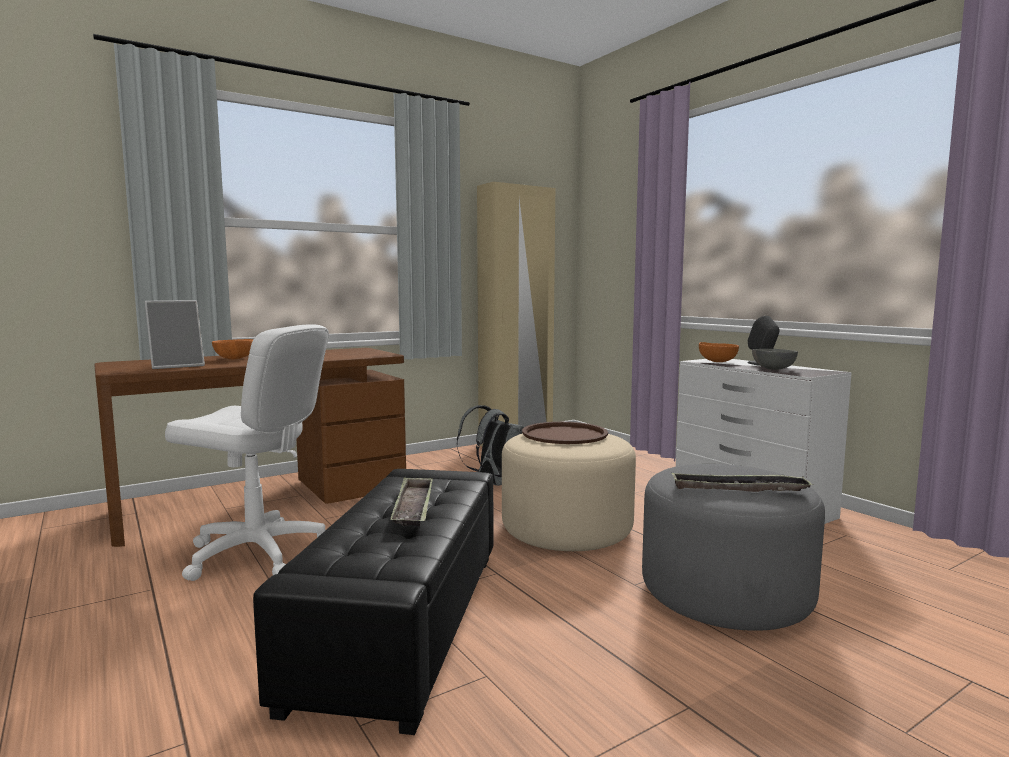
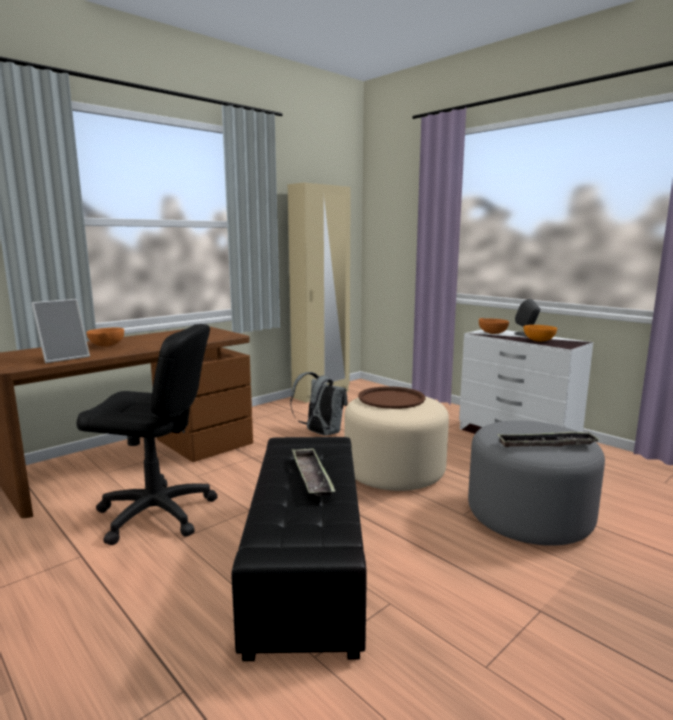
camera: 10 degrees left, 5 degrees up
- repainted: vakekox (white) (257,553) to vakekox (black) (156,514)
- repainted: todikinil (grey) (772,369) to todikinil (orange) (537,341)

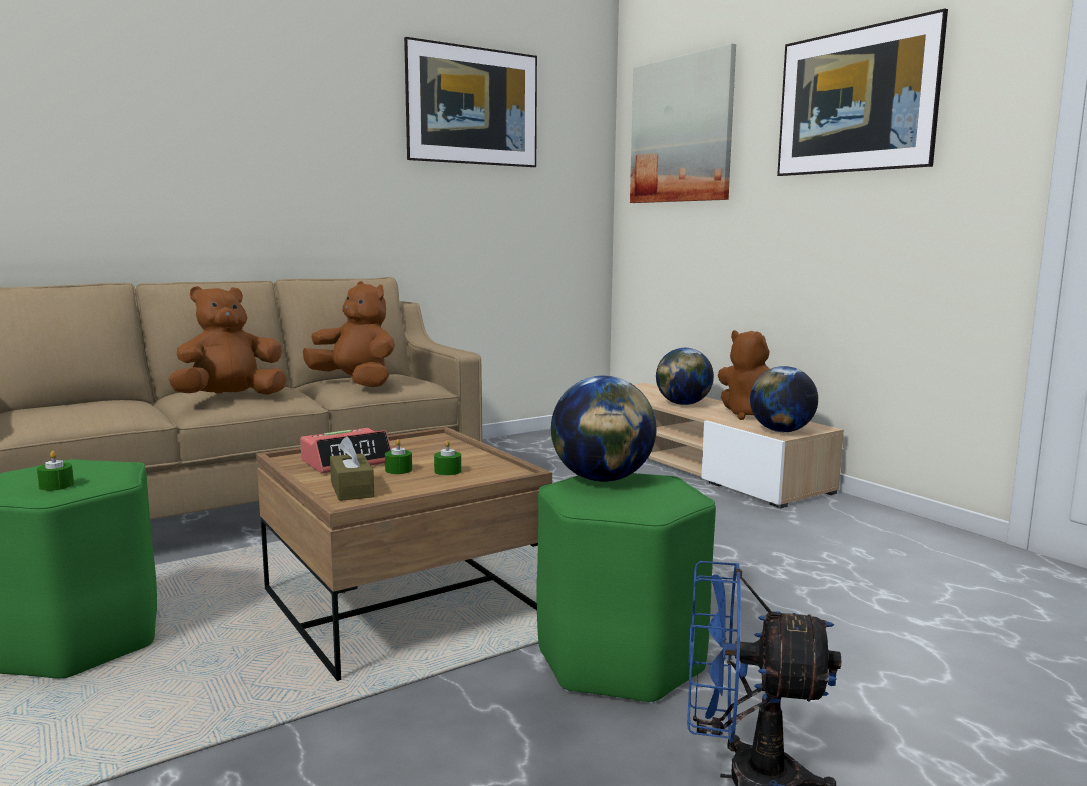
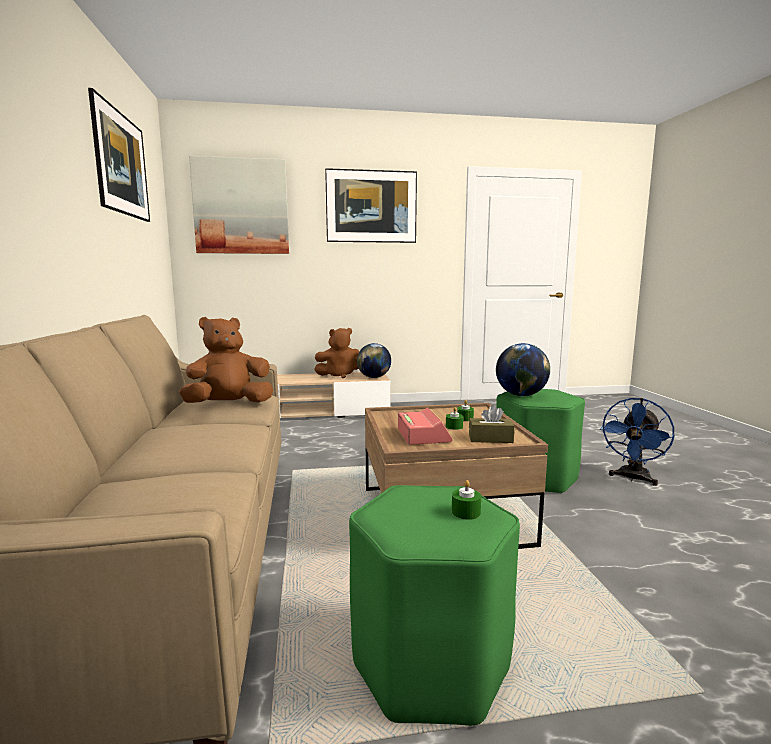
camera: 65 degrees left, 0 degrees up
- gone: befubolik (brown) (230,398)
- gone: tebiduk (683,404)

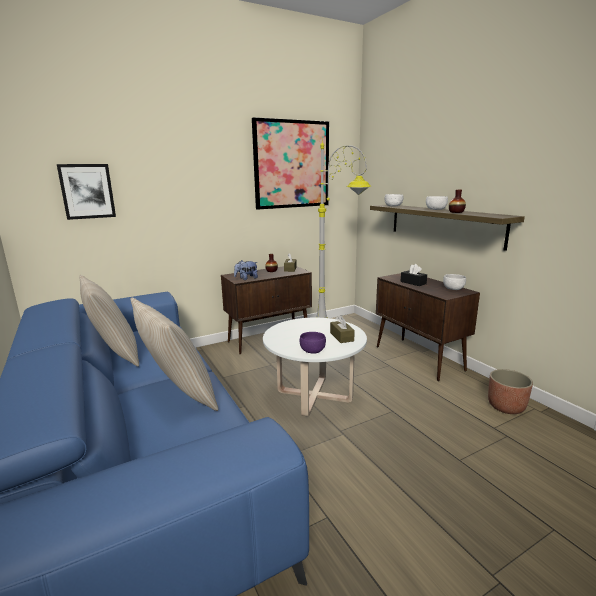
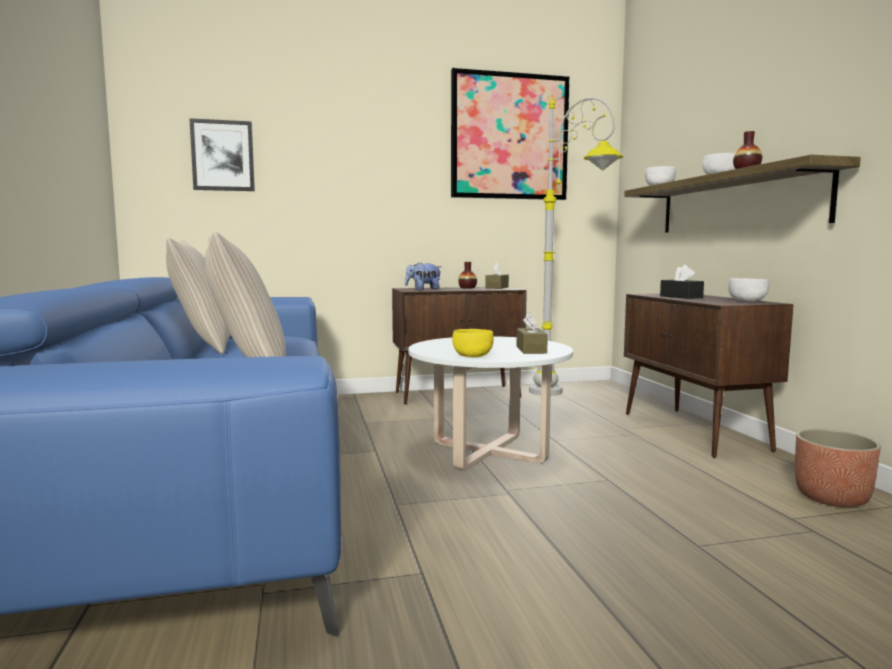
camera: 15 degrees right, 10 degrees down
- repainted: todikinil (purple) (312,350) to todikinil (yellow) (472,356)

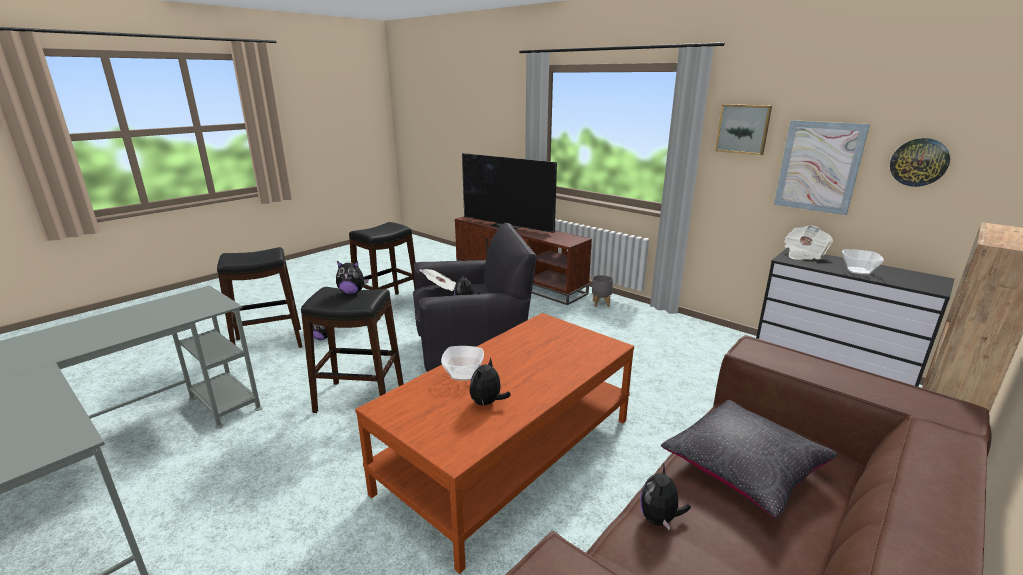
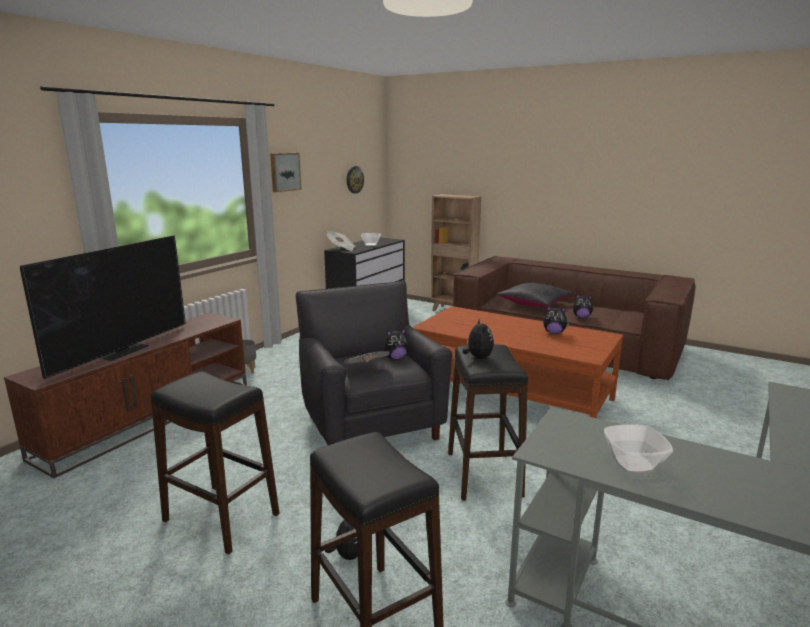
camera: 100 degrees left, 5 degrees down
- gone: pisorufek (818,167)
- shifted: todikinil (463,374) to (633,465)

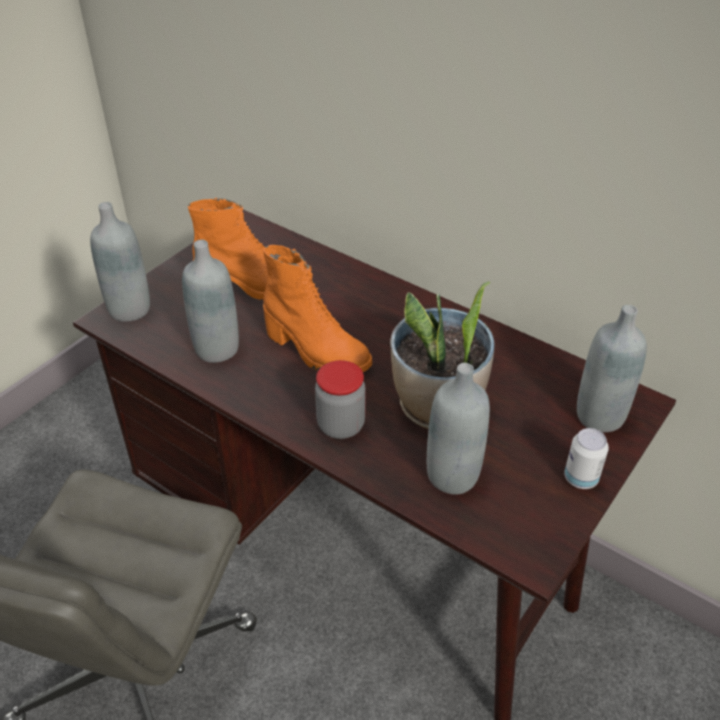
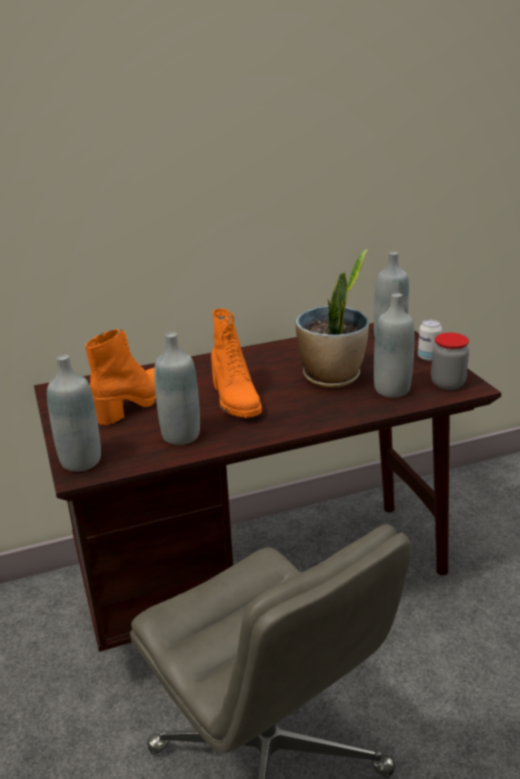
camera: 55 degrees left, 15 degrees down
- shifted: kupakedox (341,425) to (447,384)
- rotated: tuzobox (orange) (316,352) = (234,400) 90 degrees clockwise

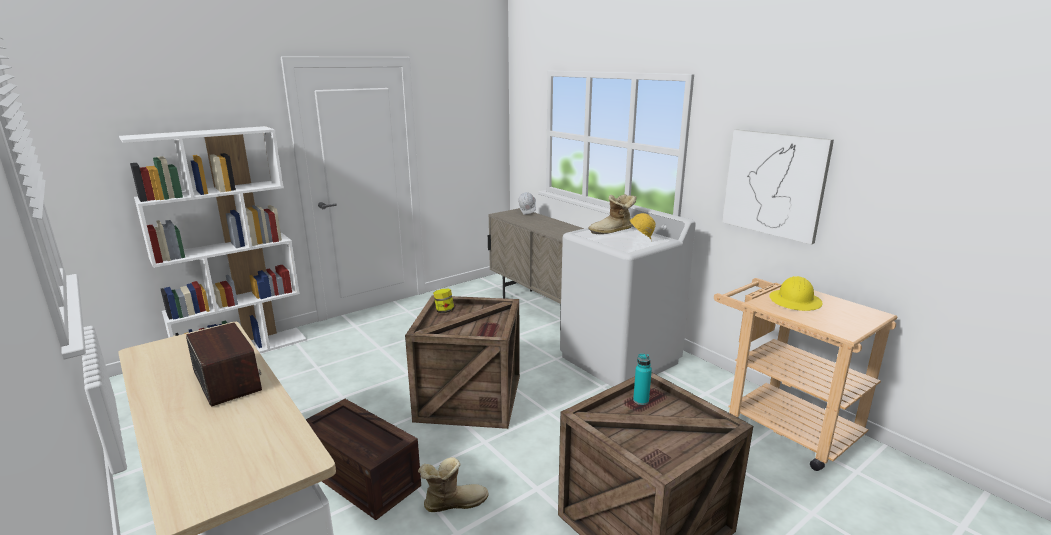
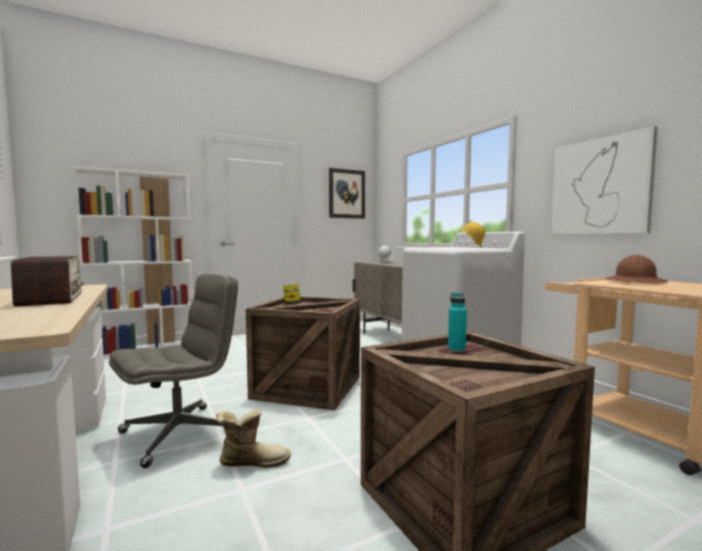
camera: 10 degrees right, 15 degrees down
- gone: tuzobox (612,231)
- new: pisorufek (346,194)
- swapped: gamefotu (364,477) to vakekox (grey) (180,433)
- repainted: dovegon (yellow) (795,301) to dovegon (brown) (635,282)

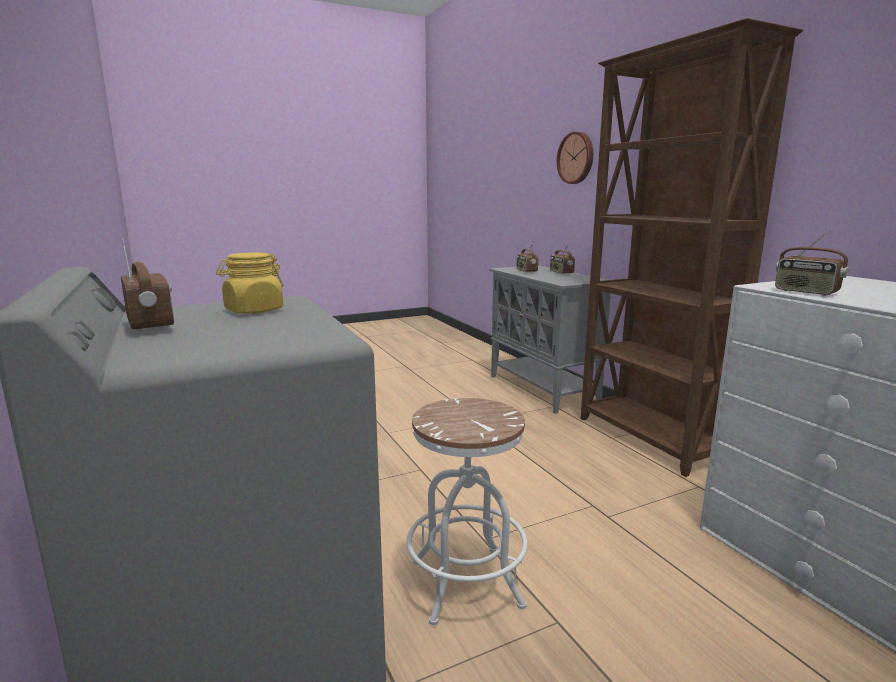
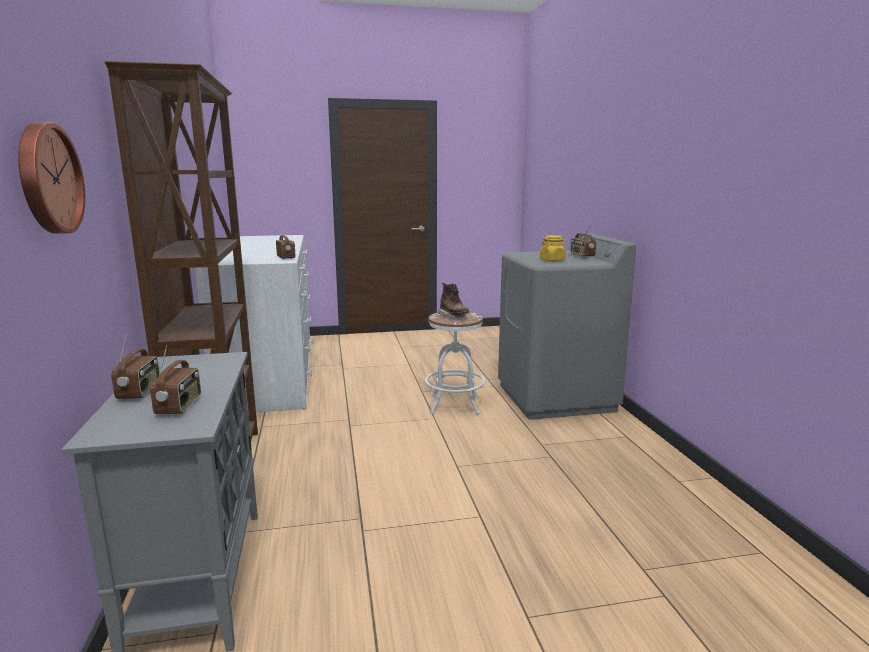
camera: 165 degrees left, 0 degrees up
- new: tuzobox (brown) (454,316)

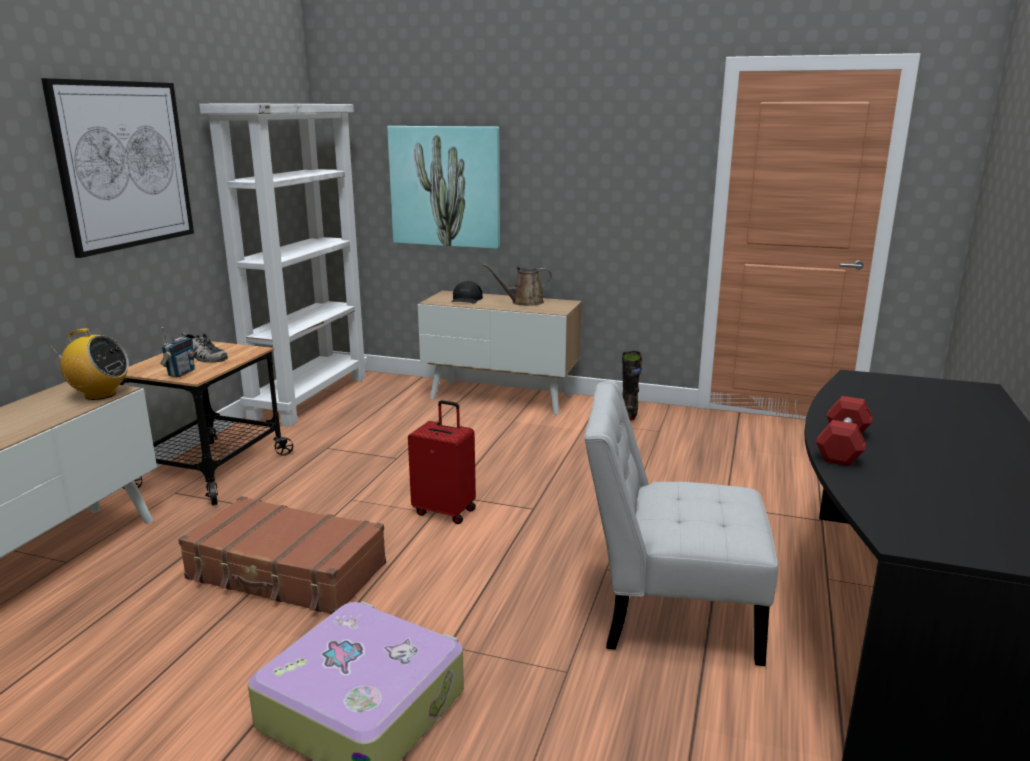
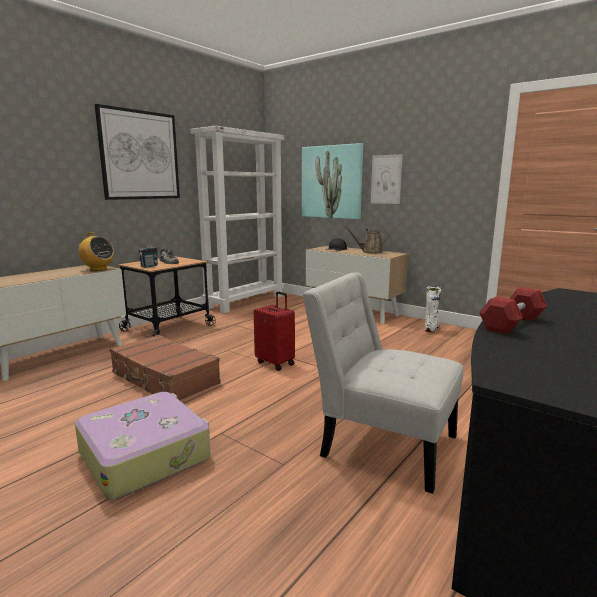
camera: 20 degrees right, 5 degrees down
- new: pisorufek (386,179)
- repainted: tuzobox (black) (629,413) to tuzobox (white) (431,329)

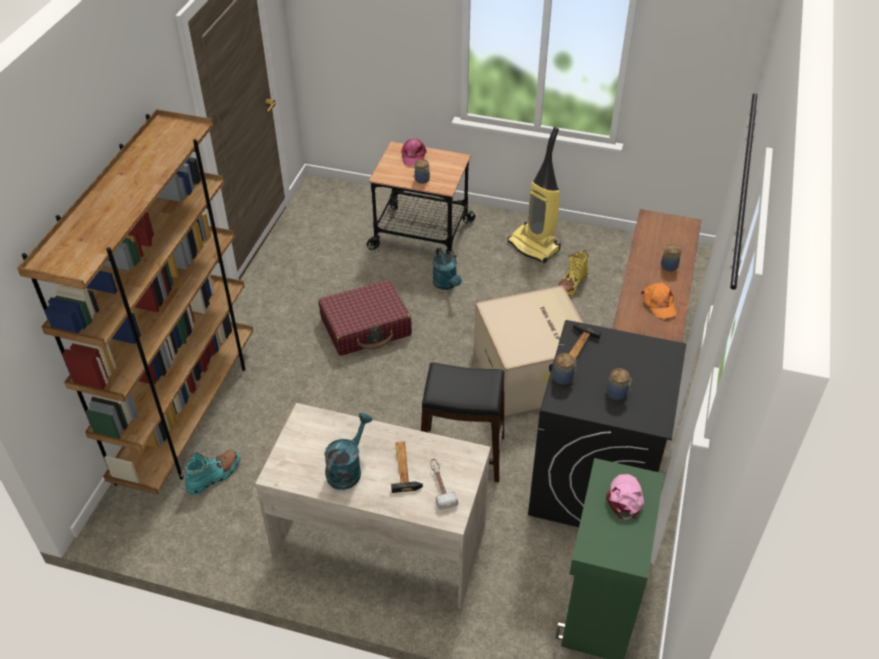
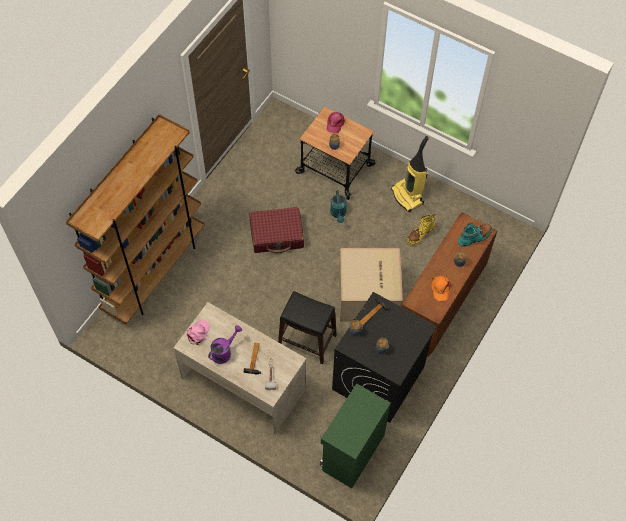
camera: 15 degrees right, 15 degrees up
- shifted: tuzobox (turquoise) (214,476) to (475,237)
- shifted: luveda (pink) (625,498) to (198,333)
- repainted: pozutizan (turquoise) (347,469) to pozutizan (purple) (224,351)

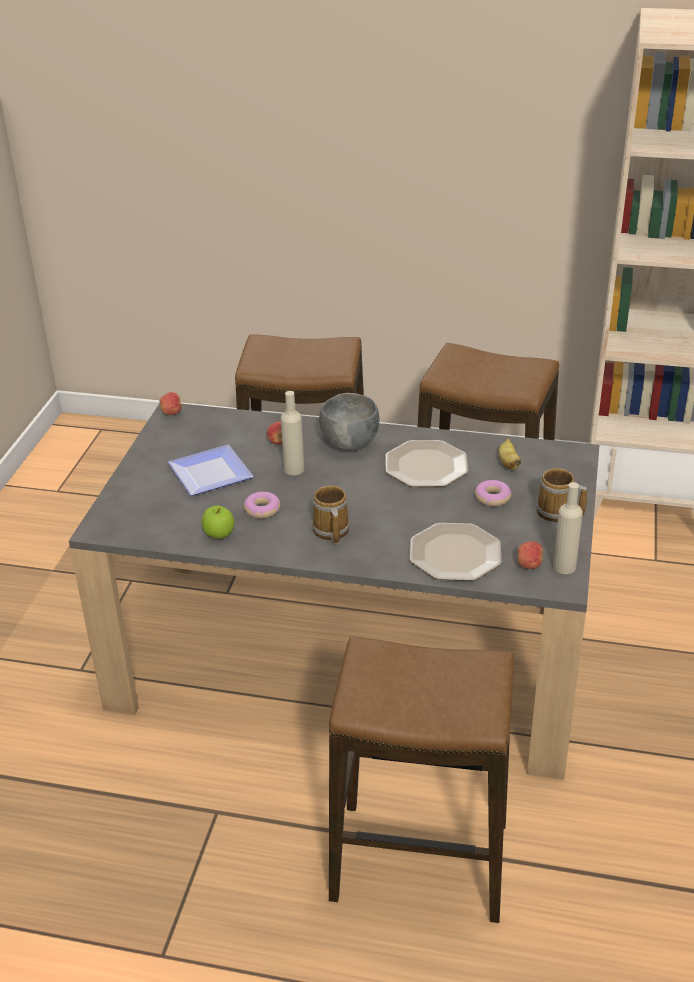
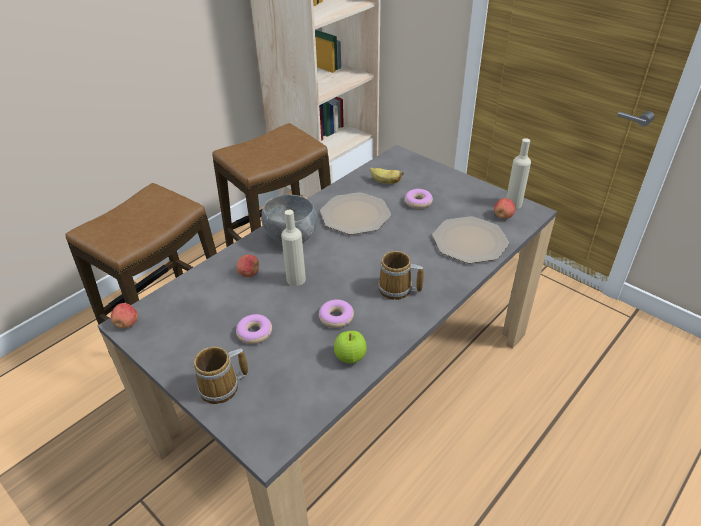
camera: 60 degrees left, 5 degrees up
- gone: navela (419,862)
- shifted: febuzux (557,513) to (222,387)
- swapped: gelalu (209,475) to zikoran (254,333)

